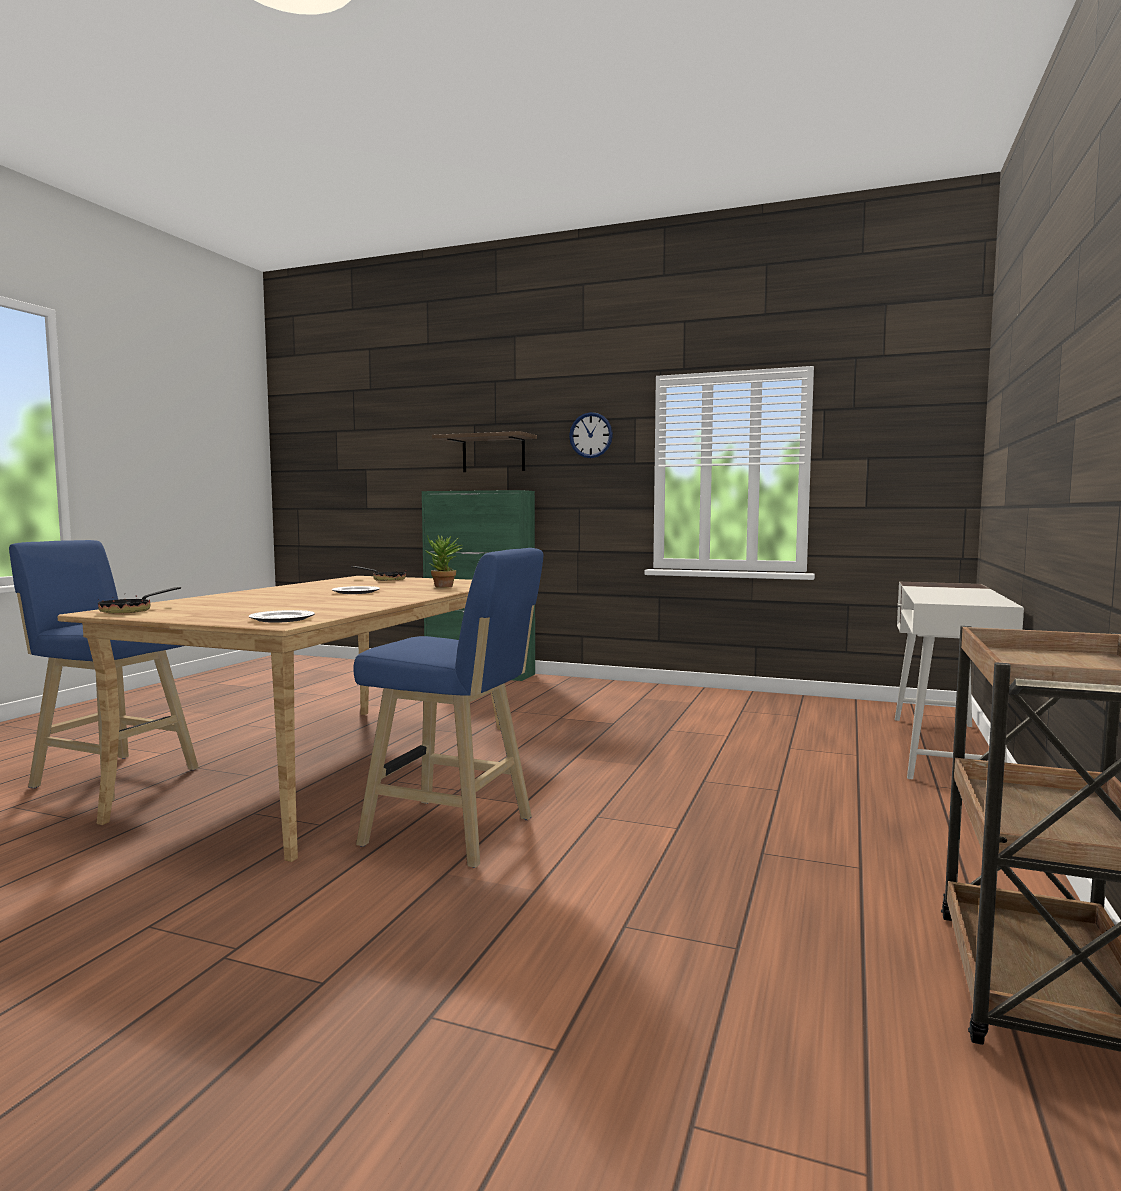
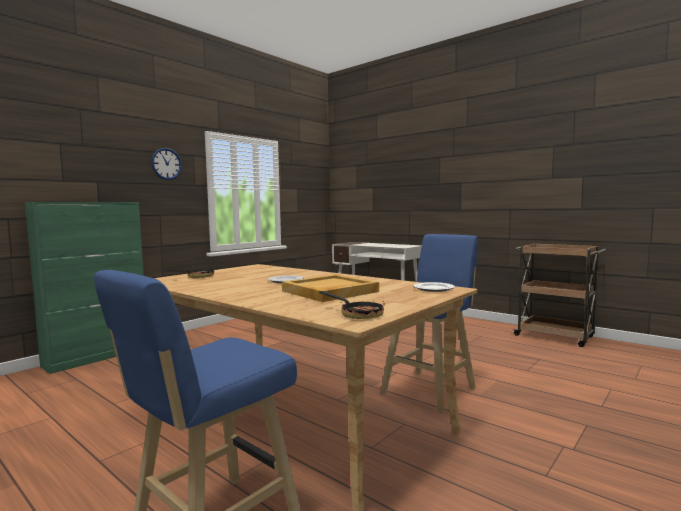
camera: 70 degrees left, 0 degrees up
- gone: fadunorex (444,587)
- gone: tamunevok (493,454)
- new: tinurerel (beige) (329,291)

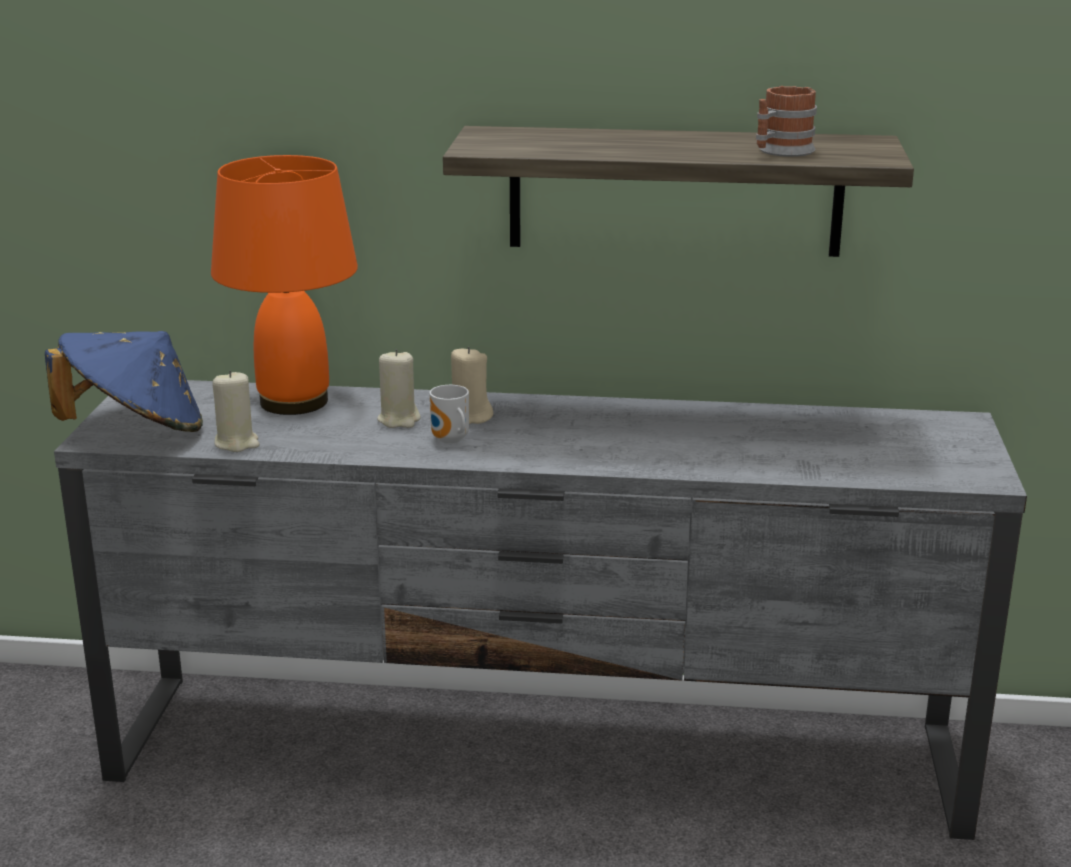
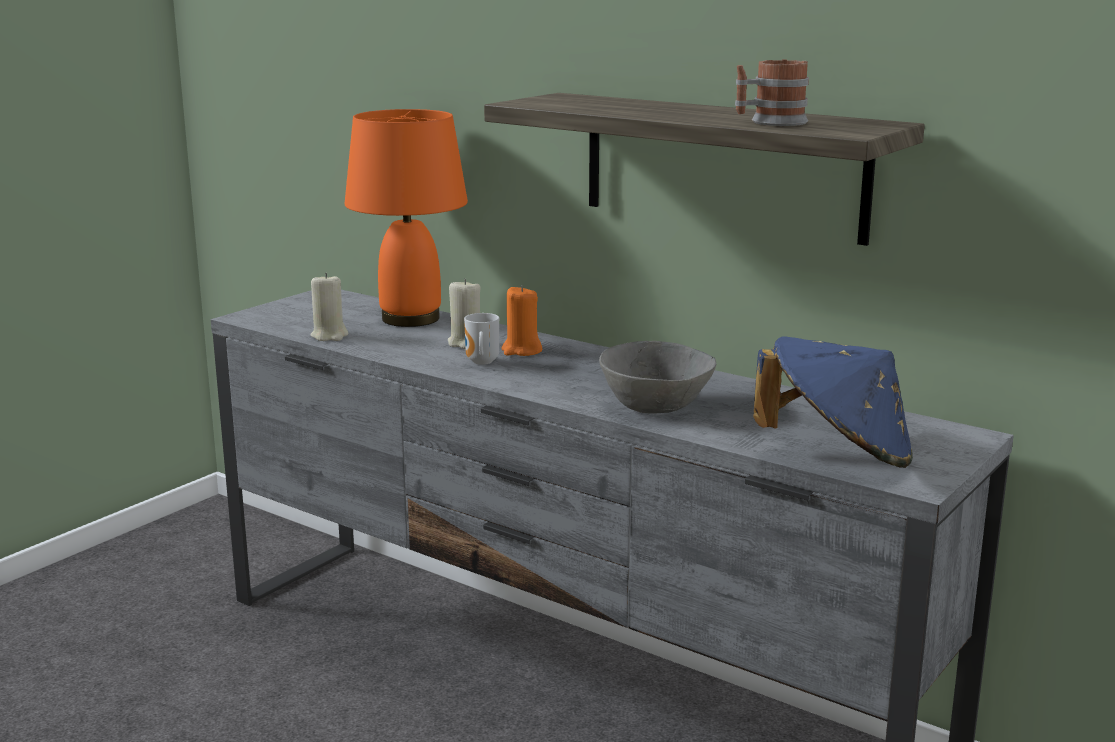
camera: 30 degrees right, 5 degrees down
- new: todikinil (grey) (655,406)
- shifted: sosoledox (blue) (136,430) to (837,454)
- repainted: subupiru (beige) (469,417) to subupiru (orange) (521,351)

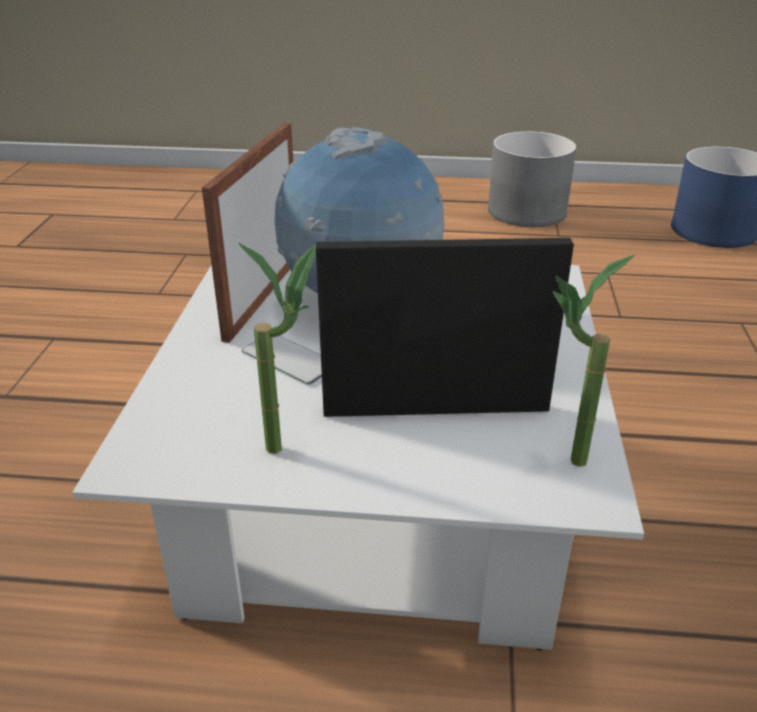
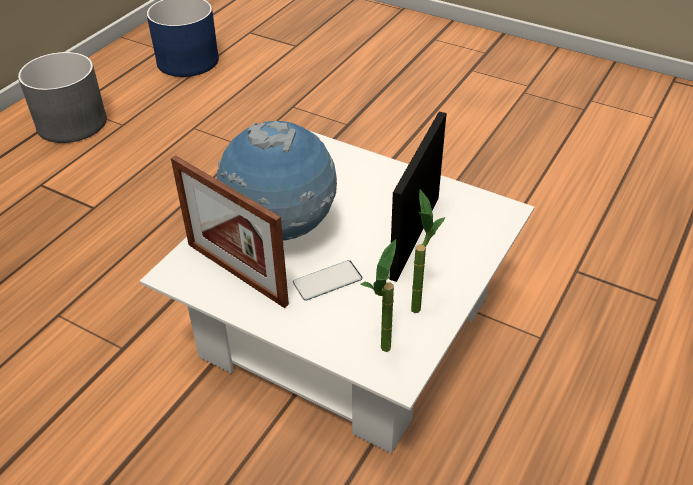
camera: 65 degrees left, 10 degrees up
- shifted: fadunorex (561,462) to (382,356)

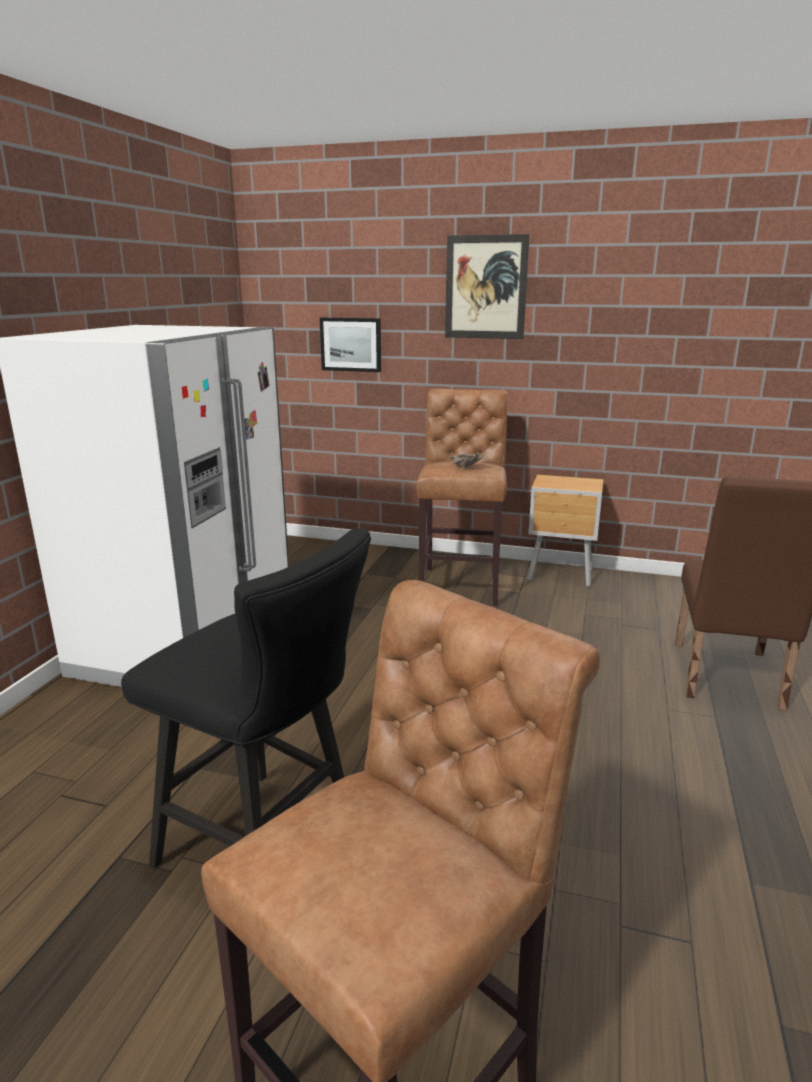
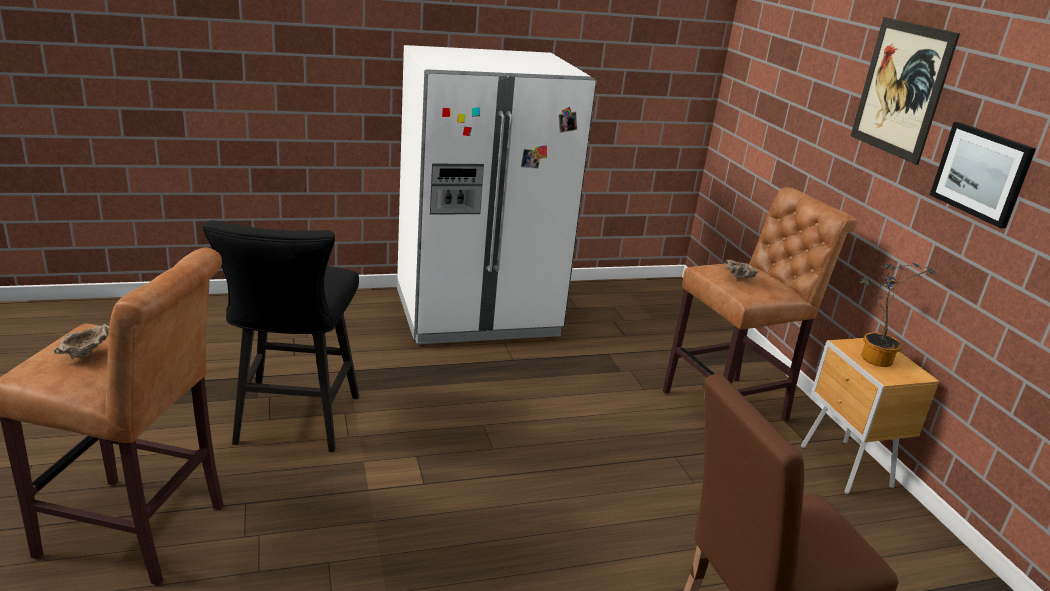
camera: 55 degrees right, 5 degrees up
- new: todikinil (beige) (85,355)
- new: fadunorex (872,357)
- shifted: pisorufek (351,344) to (981,173)

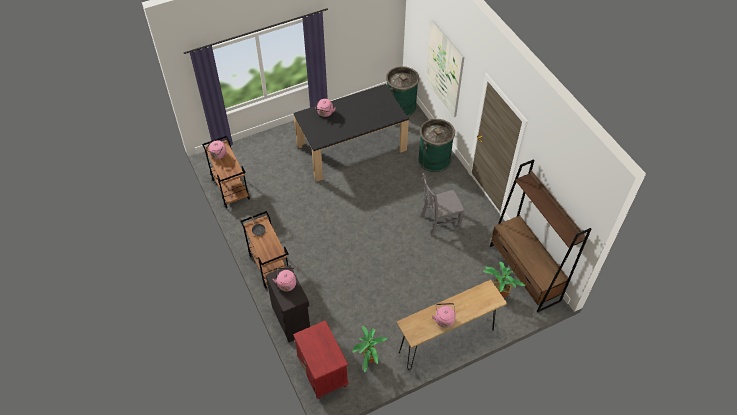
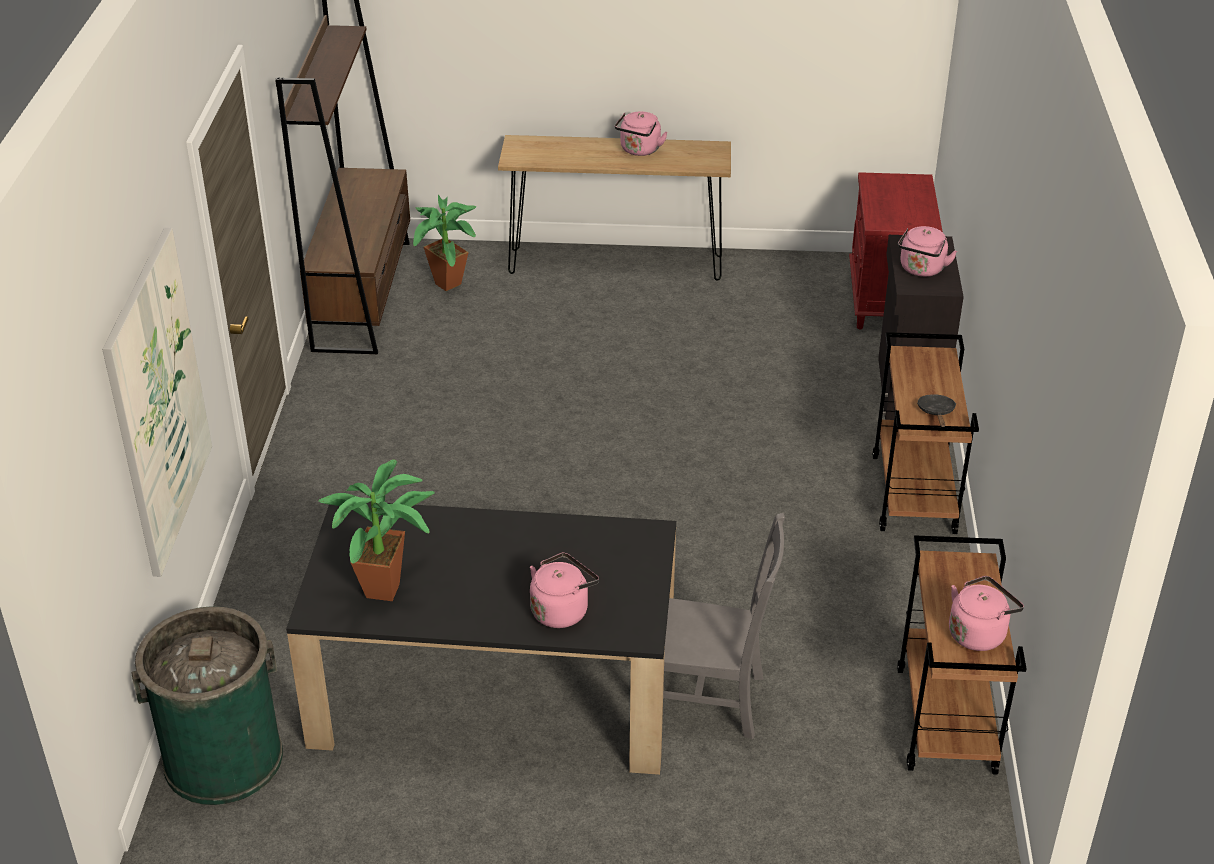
camera: 150 degrees left, 15 degrees down
- gone: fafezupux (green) (434,159)
- shifted: fadunorex (368,361) to (388,586)
- shifted: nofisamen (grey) (439,221) to (710,700)

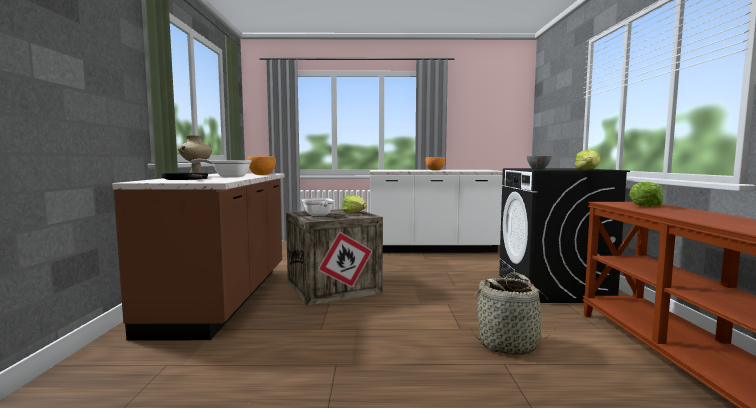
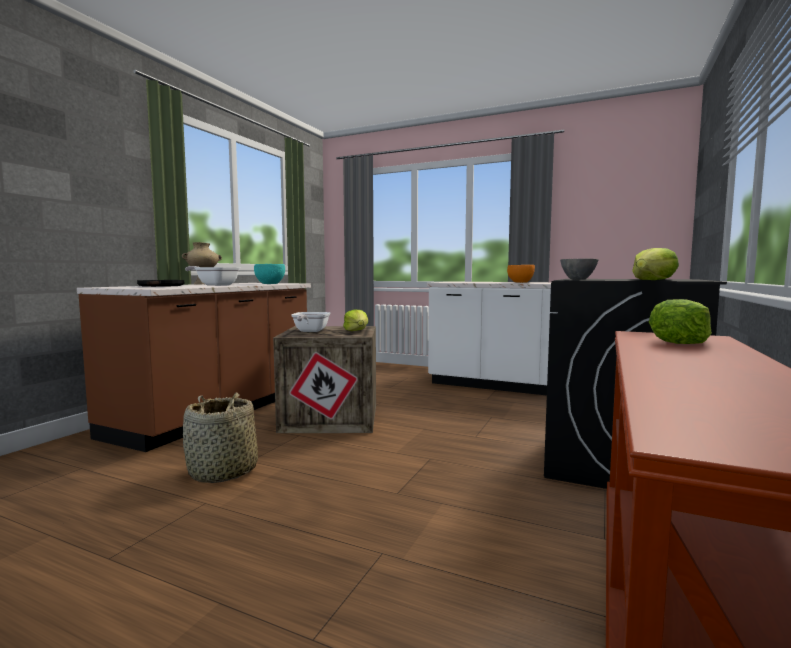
camera: 25 degrees right, 0 degrees up
- shifted: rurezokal (509,344) to (223,472)
- repainted: todikinil (orange) (261,174) to todikinil (turquoise) (270,284)

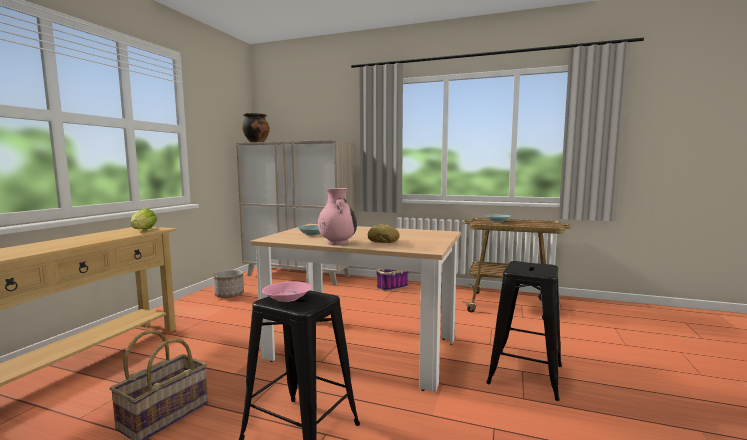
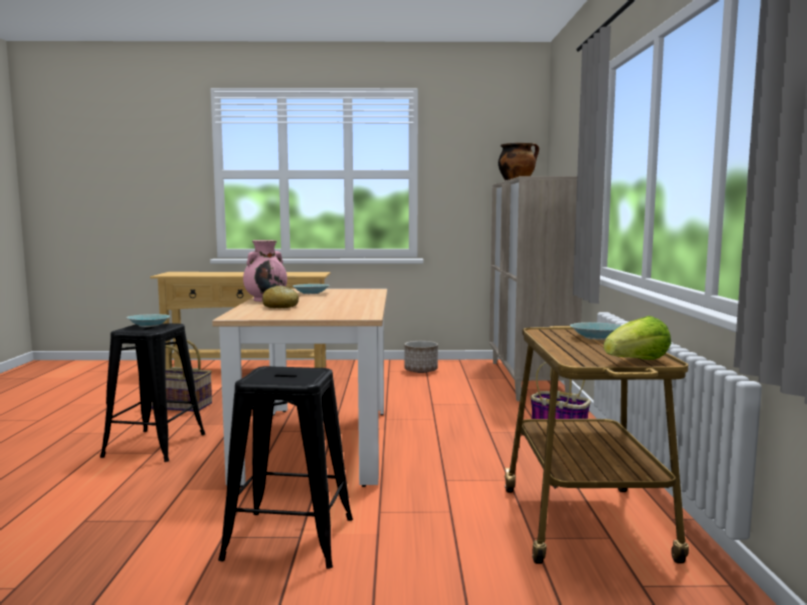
camera: 70 degrees right, 0 degrees up
- shifted: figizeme (143,230) to (637,362)
- repainted: todikinil (pink) (286,299) to todikinil (turquoise) (148,325)

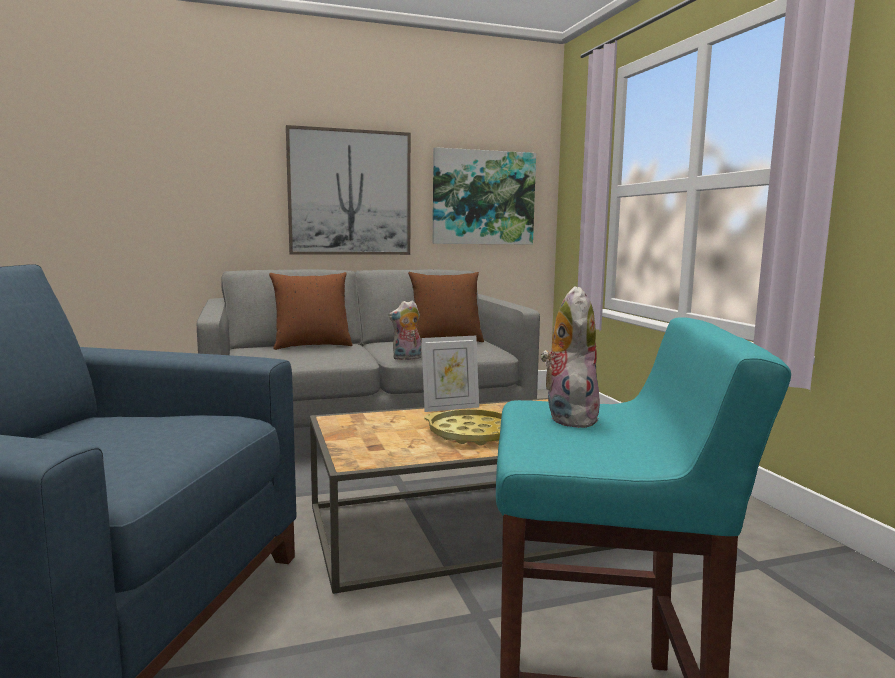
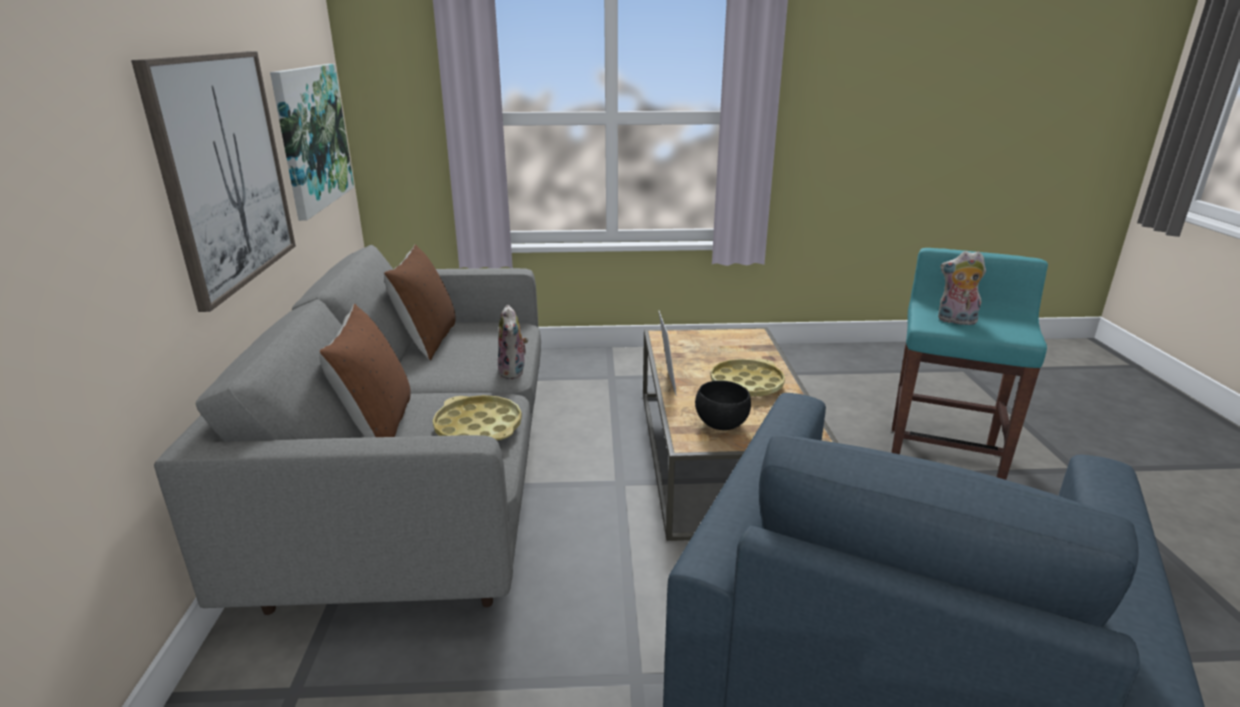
camera: 75 degrees left, 15 degrees up
- new: tinurerel (yellow) (478,427)
- new: todikinil (black) (721,425)

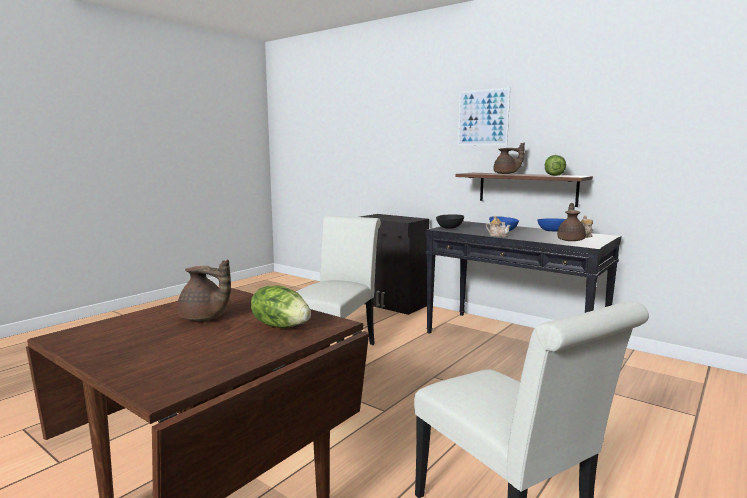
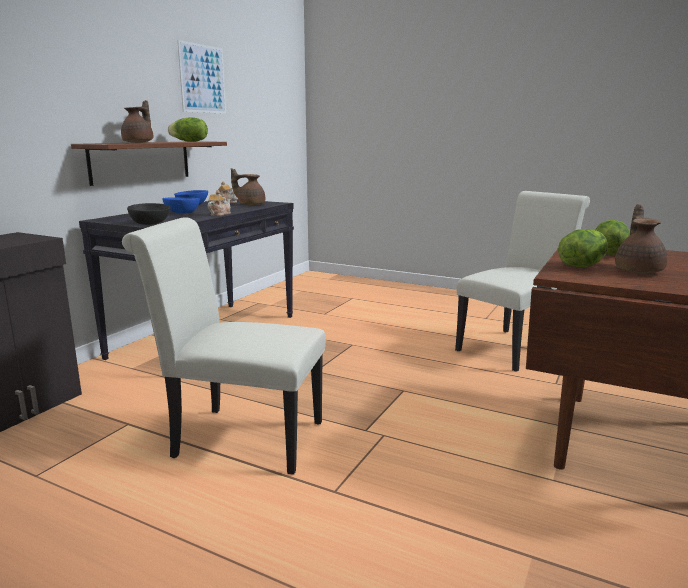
camera: 100 degrees left, 5 degrees up
- new: figizeme (581,265)
- shifted: pisorufek (483,117) to (203,79)

